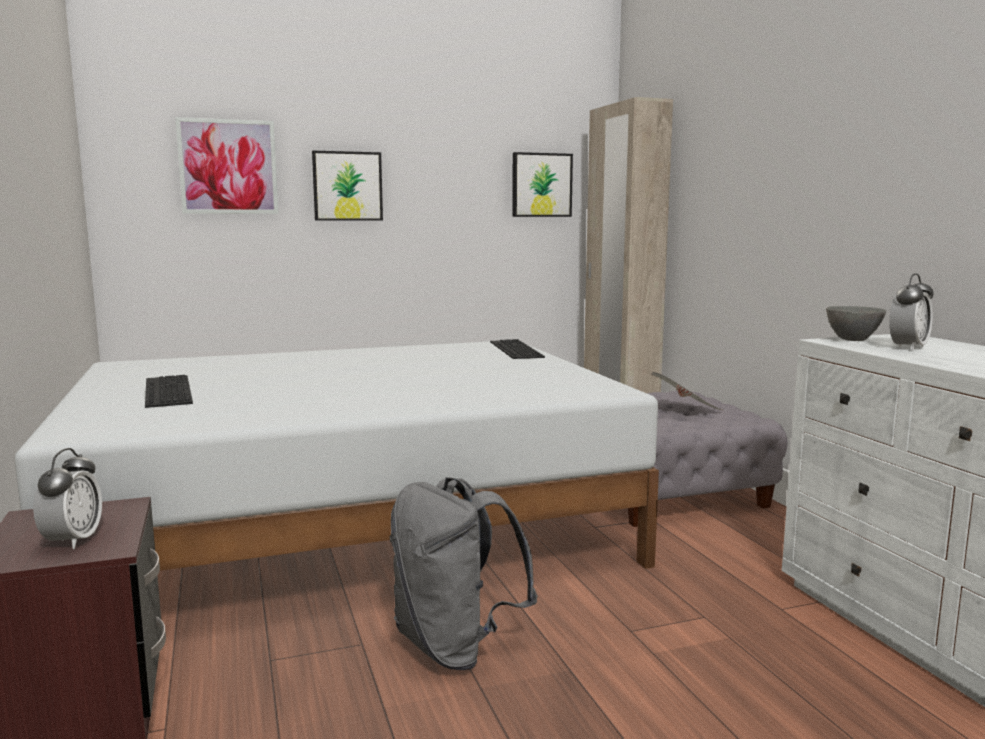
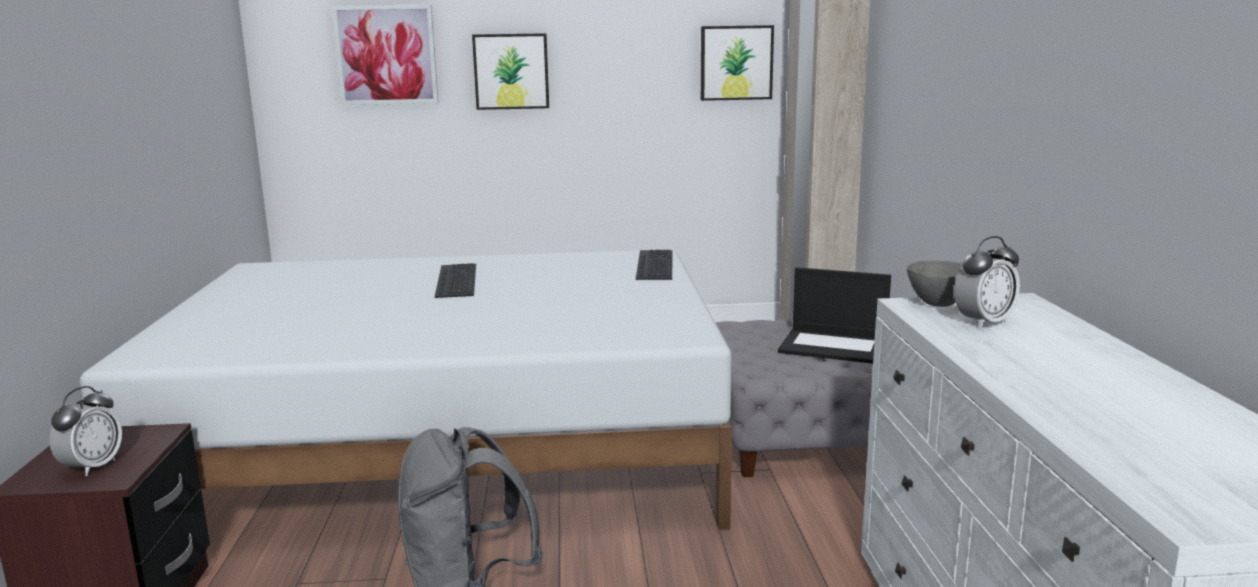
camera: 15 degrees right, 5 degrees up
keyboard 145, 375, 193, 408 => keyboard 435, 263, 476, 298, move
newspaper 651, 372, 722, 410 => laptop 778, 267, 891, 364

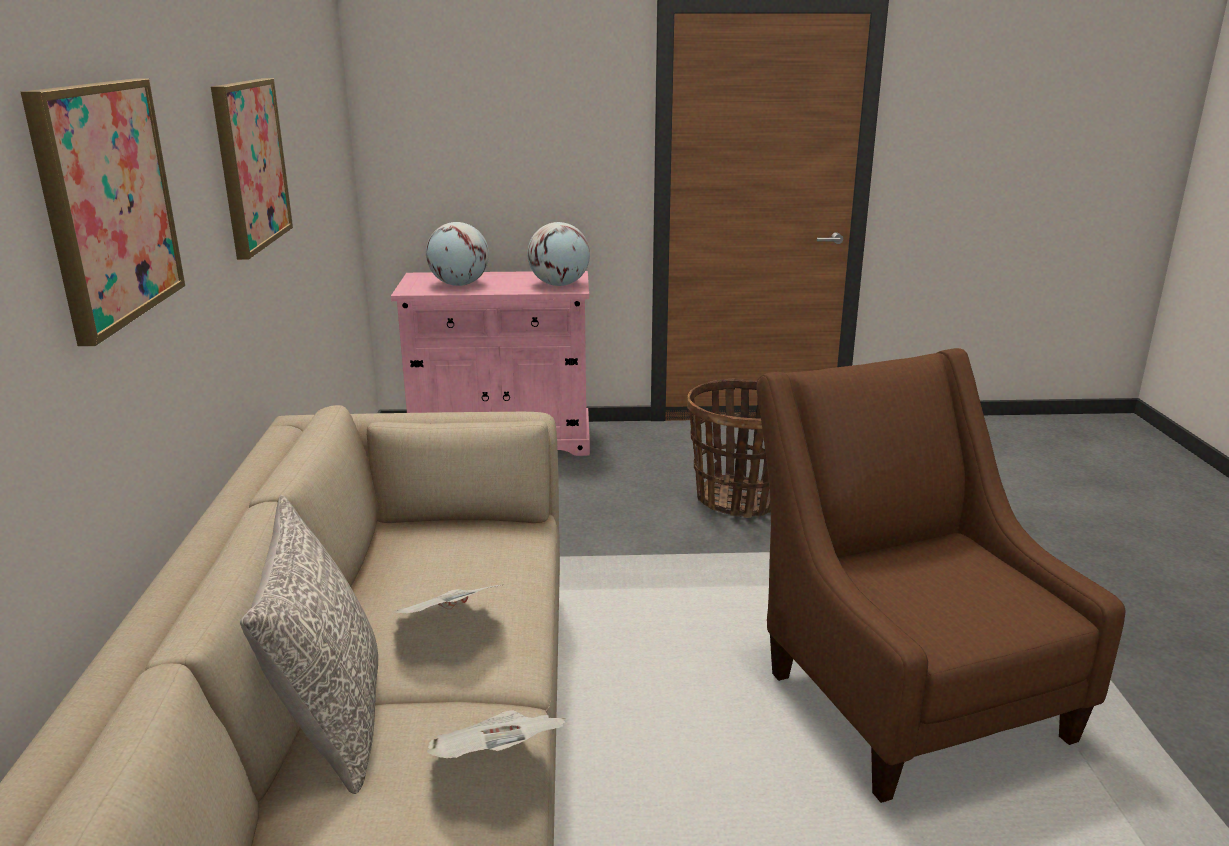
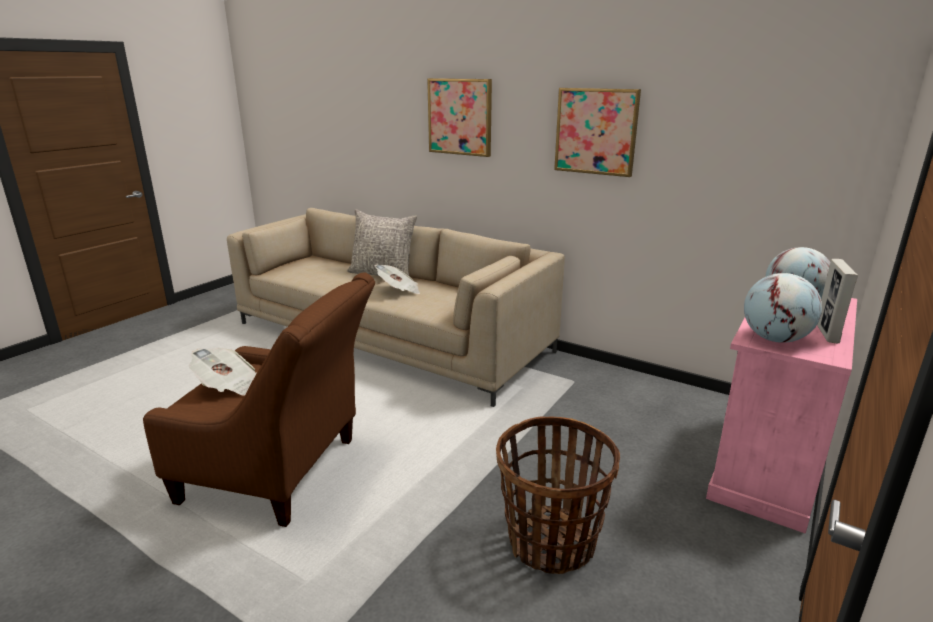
camera: 125 degrees right, 0 degrees up
nothing => picture frame 817, 259, 858, 343
newspaper 427, 710, 566, 758 => newspaper 188, 348, 257, 396, move

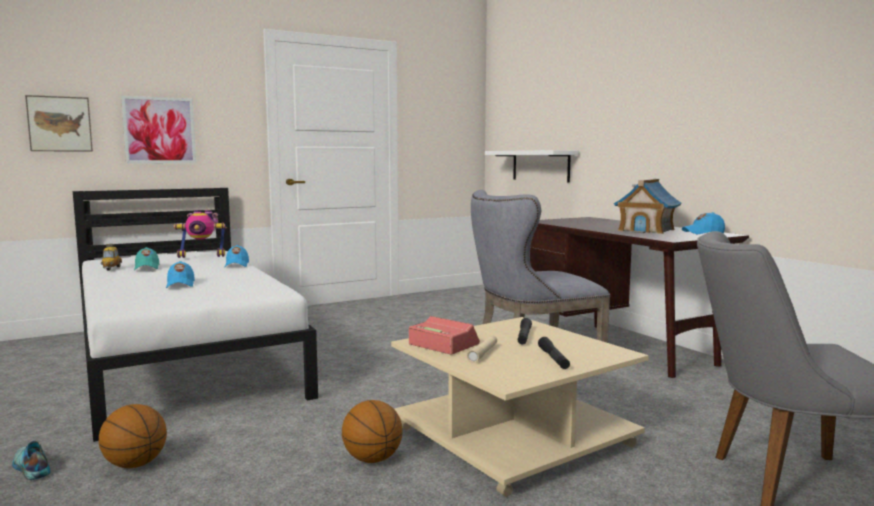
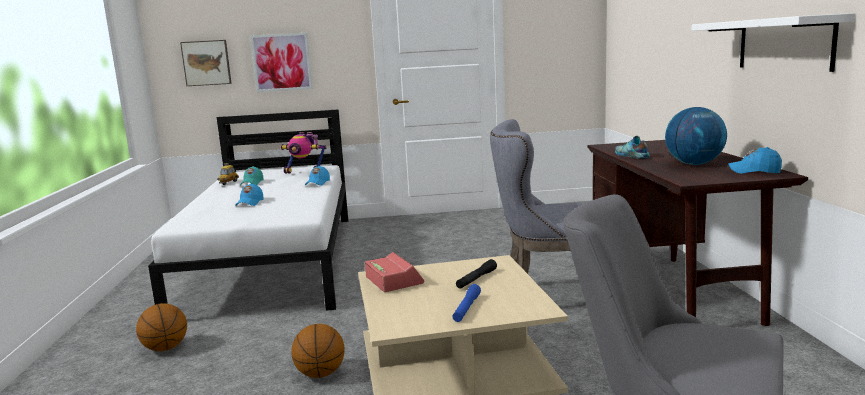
camera: 25 degrees right, 5 degrees up
beige flashlight 467, 336, 497, 363 => nothing
shoe 12, 441, 51, 480 => shoe 615, 136, 650, 159, move
white shelf 485, 150, 579, 182 => white shelf 691, 13, 855, 72, move
toy house 614, 179, 682, 234 => globe 665, 107, 727, 165
black flashlight 538, 337, 570, 369 => blue flashlight 452, 284, 481, 322

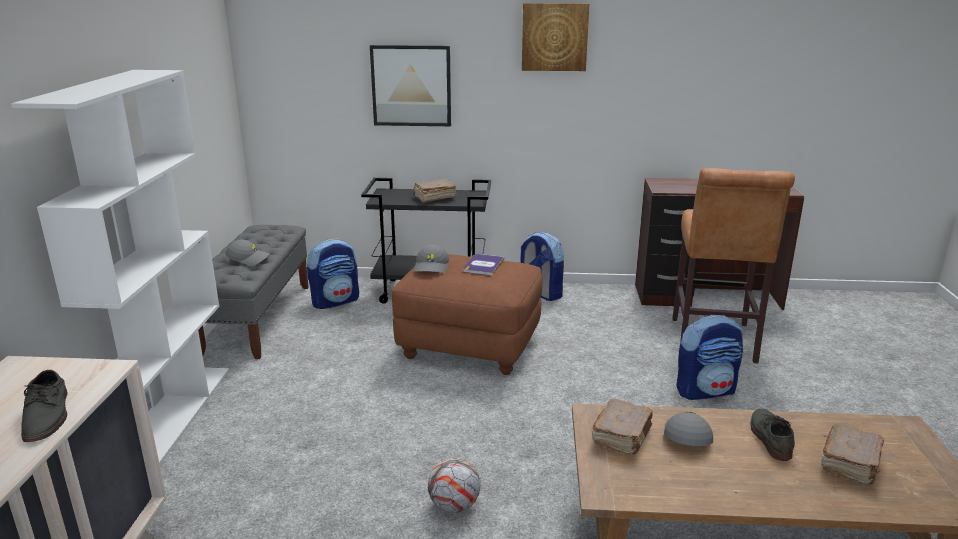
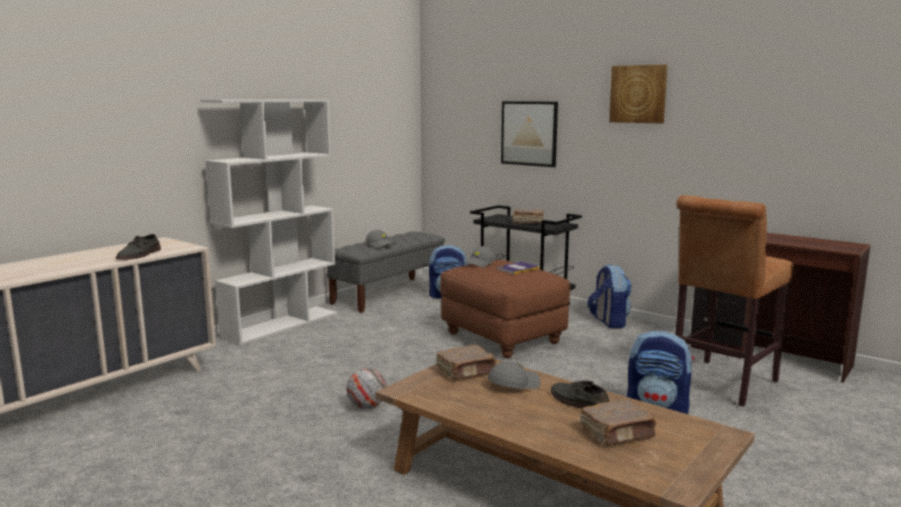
camera: 35 degrees right, 10 degrees down
grey shoe 750, 409, 795, 461 => grey shoe 551, 380, 610, 409, 75 degrees counterclockwise

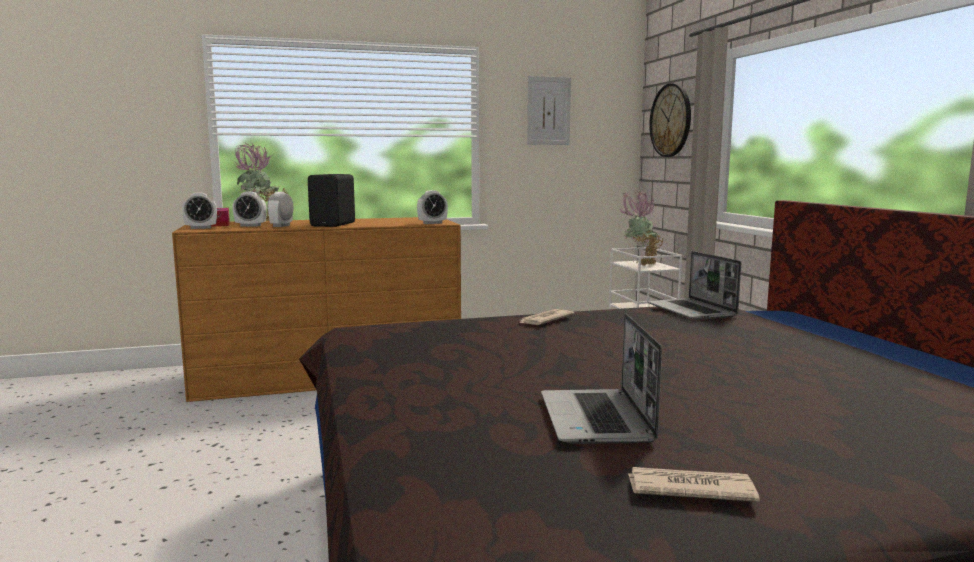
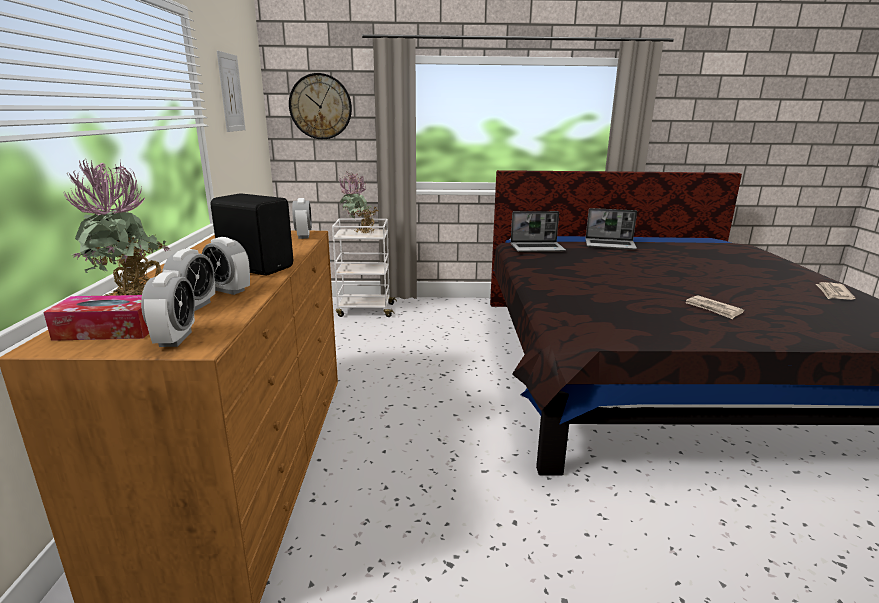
camera: 75 degrees left, 10 degrees up
newspaper 517, 309, 574, 325 => newspaper 686, 295, 744, 319, move
laptop 541, 313, 662, 444 => laptop 585, 208, 637, 250, move

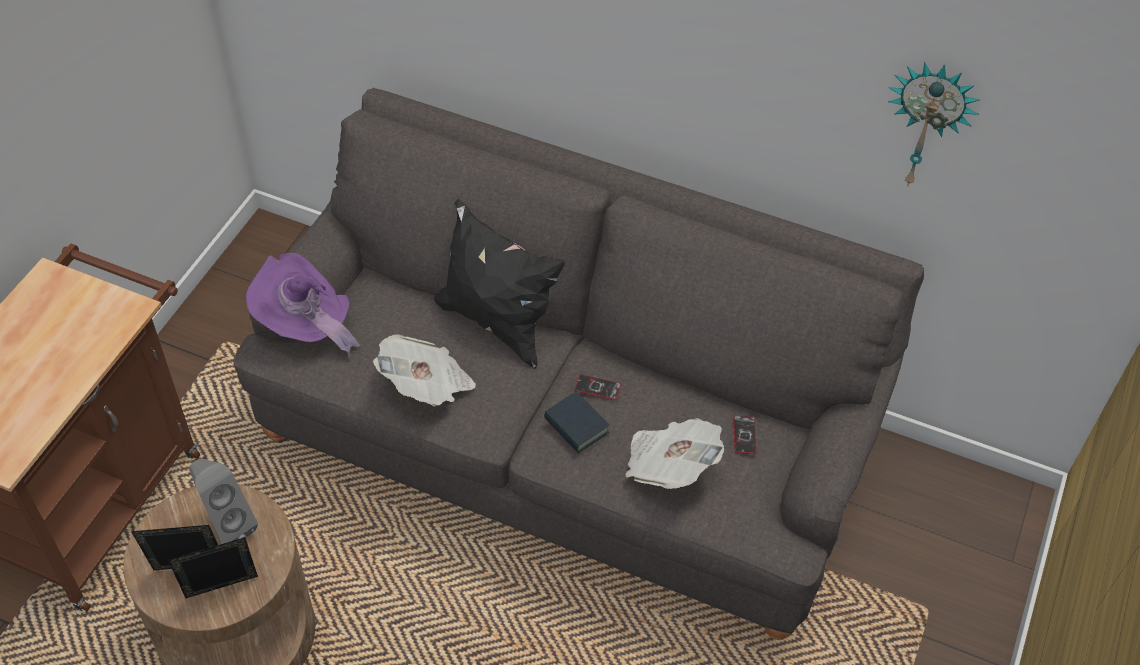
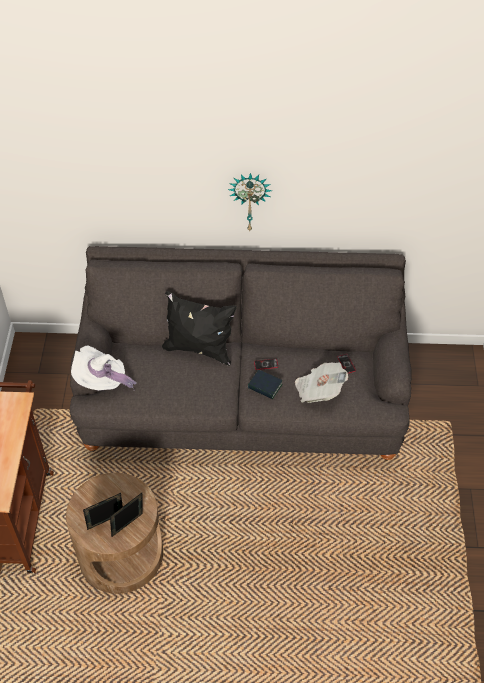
camera: 20 degrees left, 0 degrees up
grey speaker 189, 459, 258, 544 => nothing
newspaper 373, 334, 476, 406 => nothing
wall clock 888, 62, 980, 187 => wall clock 228, 173, 272, 232, move
purple hat 246, 253, 360, 358 => white hat 71, 346, 136, 391

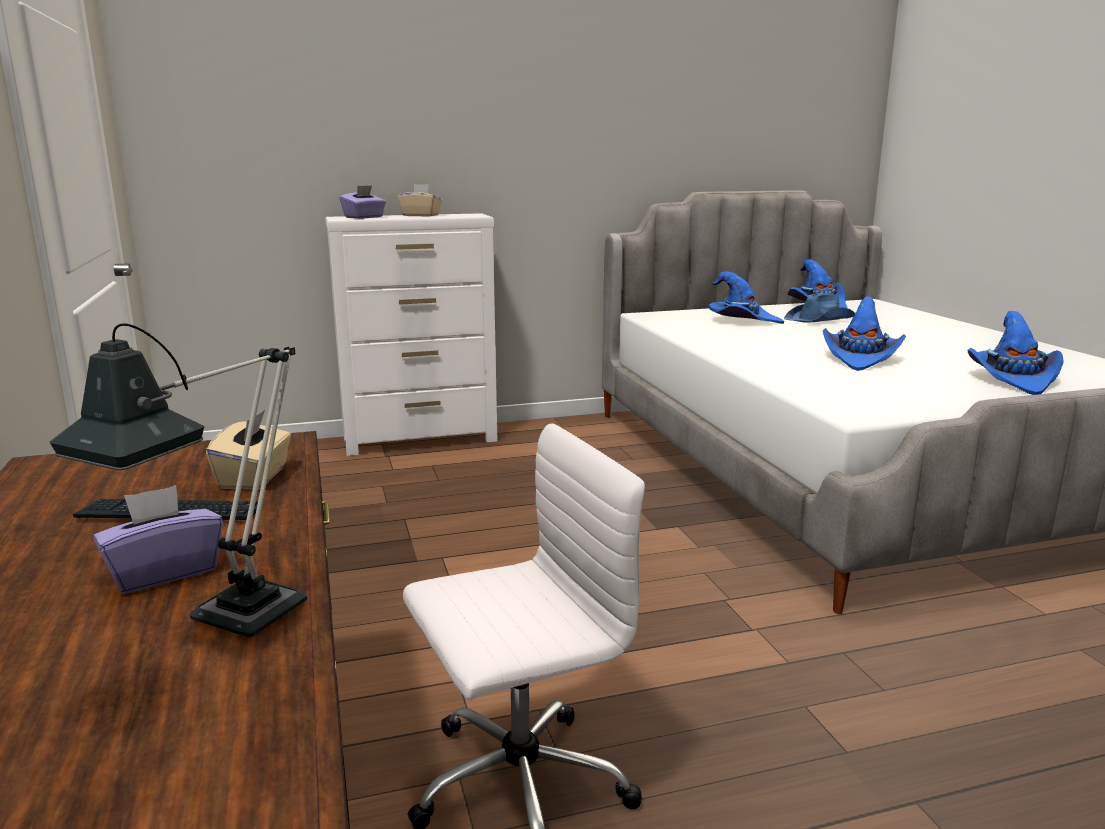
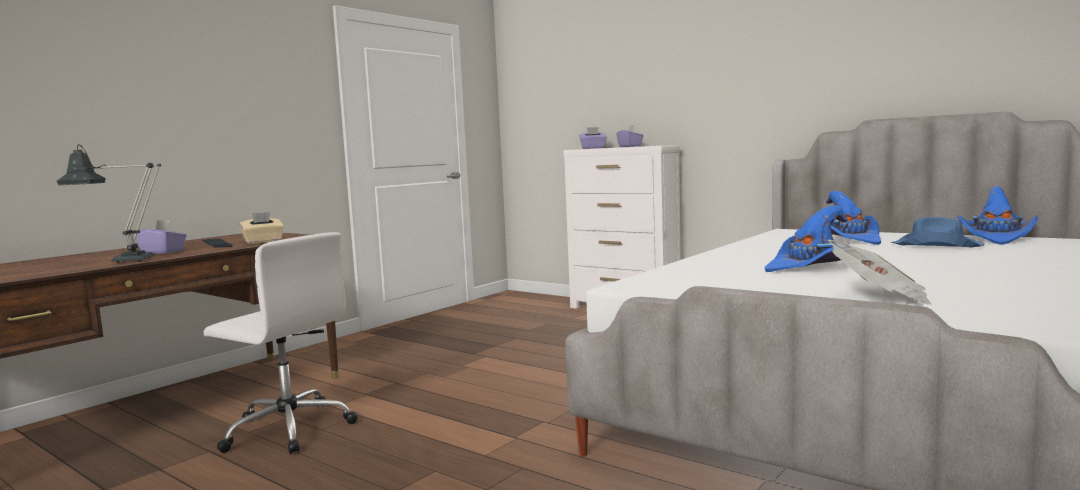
camera: 55 degrees right, 10 degrees down
blue hat 967, 311, 1064, 395 => newspaper 828, 240, 931, 305
beige tissue box 398, 184, 442, 217 => purple tissue box 616, 125, 643, 147

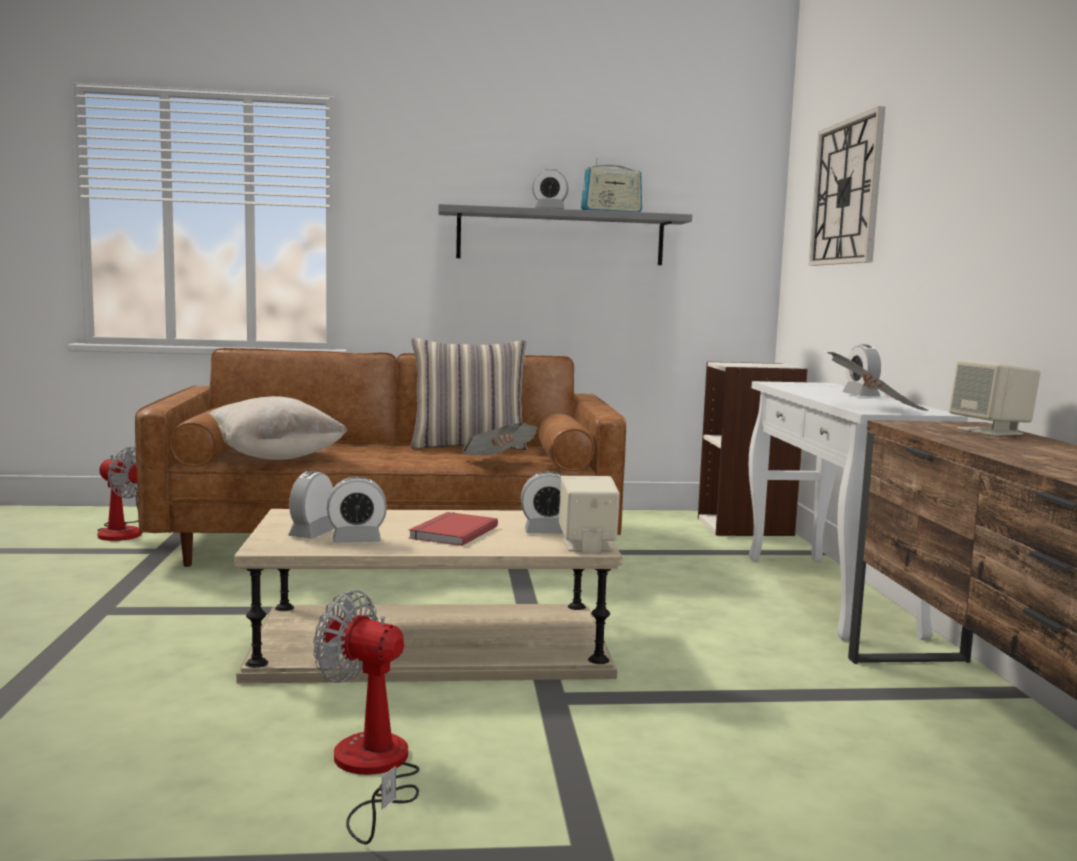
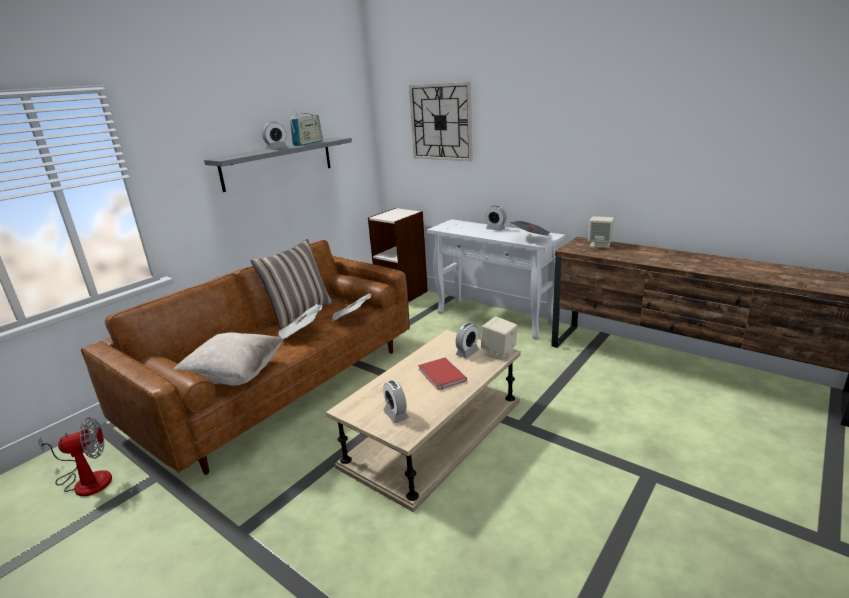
camera: 45 degrees left, 15 degrees up
fan 313, 590, 419, 844 => nothing
alarm clock 327, 476, 387, 543 => nothing
nothing => newspaper 278, 304, 322, 339

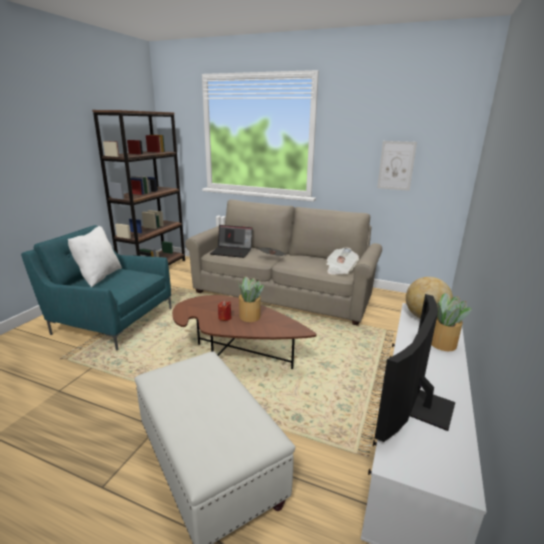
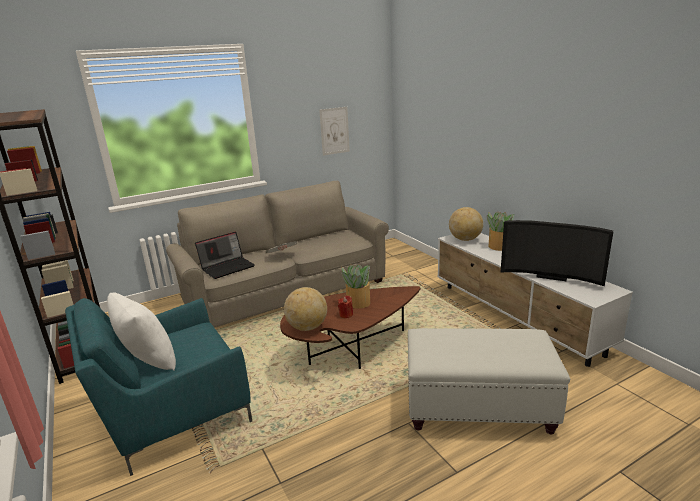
camera: 50 degrees left, 0 degrees up
newspaper 326, 247, 359, 275 => nothing
nothing => globe 284, 287, 327, 331
television 375, 294, 455, 442 => television 501, 220, 613, 286, 45 degrees counterclockwise

